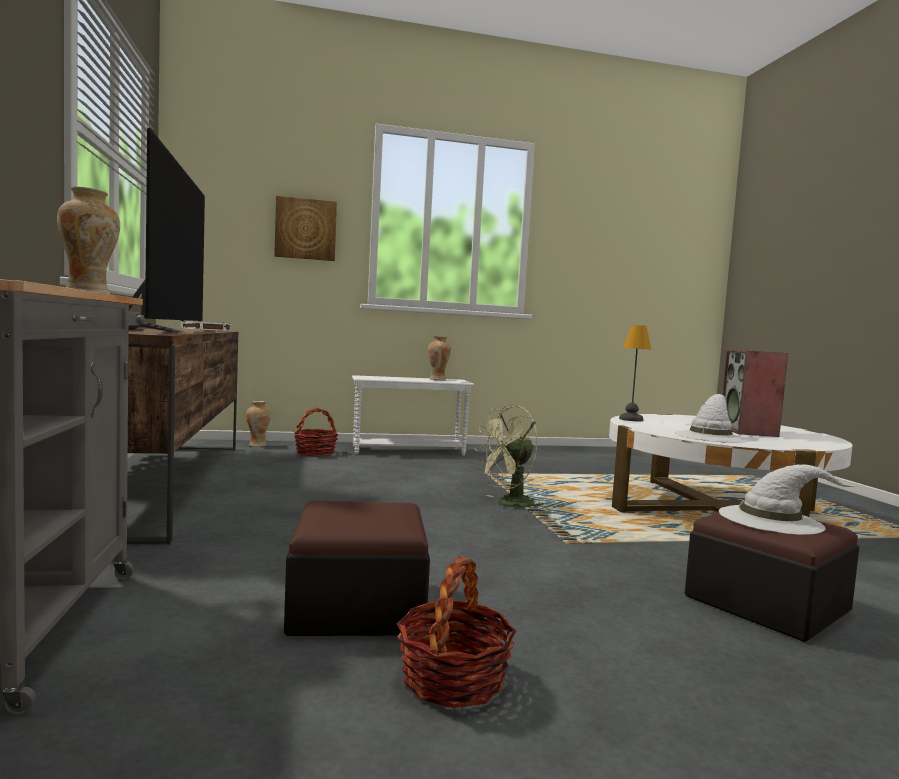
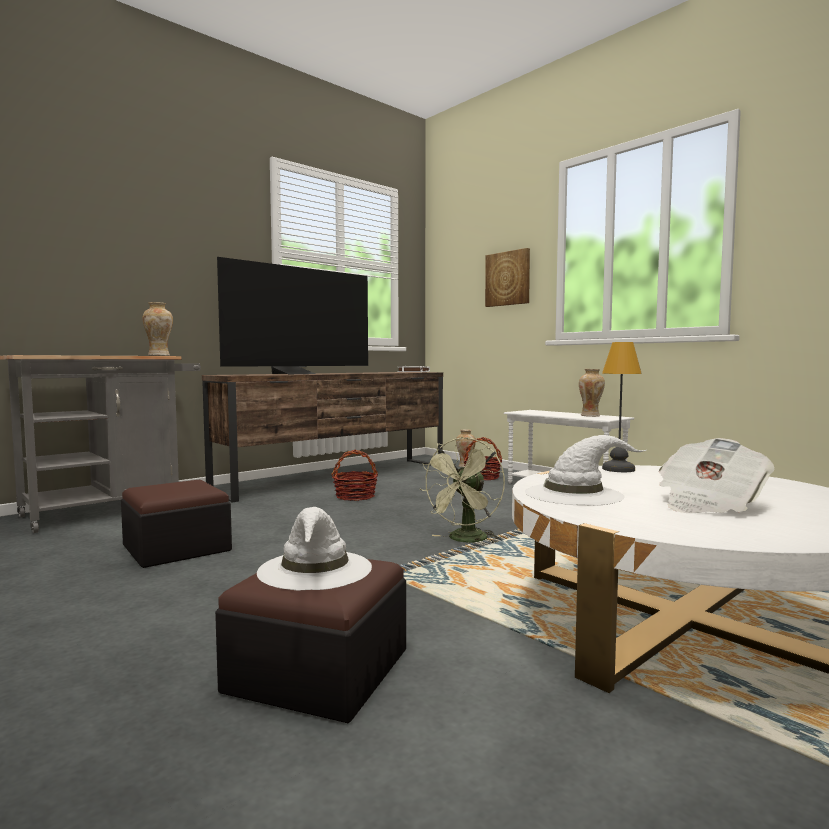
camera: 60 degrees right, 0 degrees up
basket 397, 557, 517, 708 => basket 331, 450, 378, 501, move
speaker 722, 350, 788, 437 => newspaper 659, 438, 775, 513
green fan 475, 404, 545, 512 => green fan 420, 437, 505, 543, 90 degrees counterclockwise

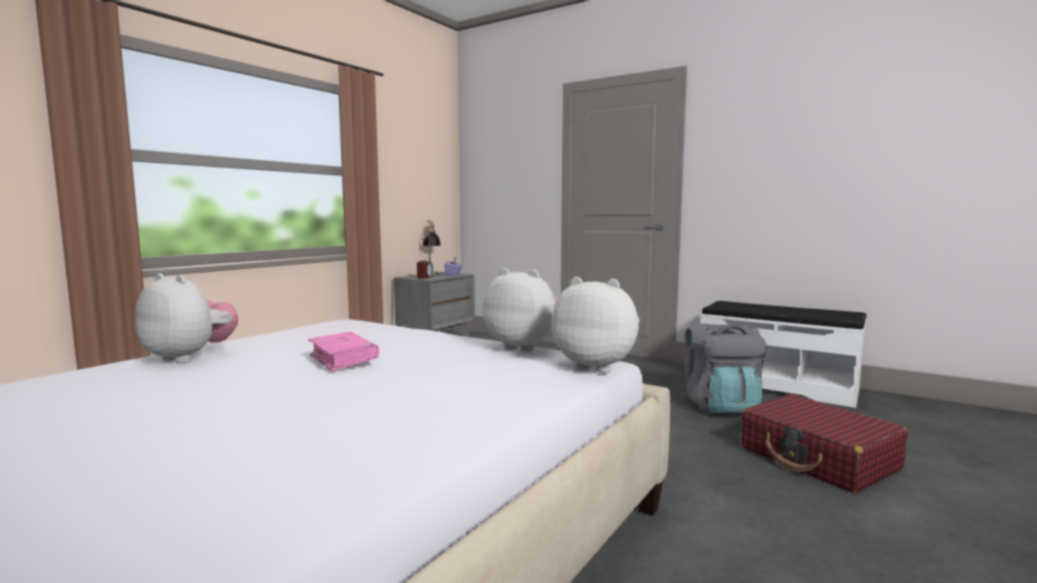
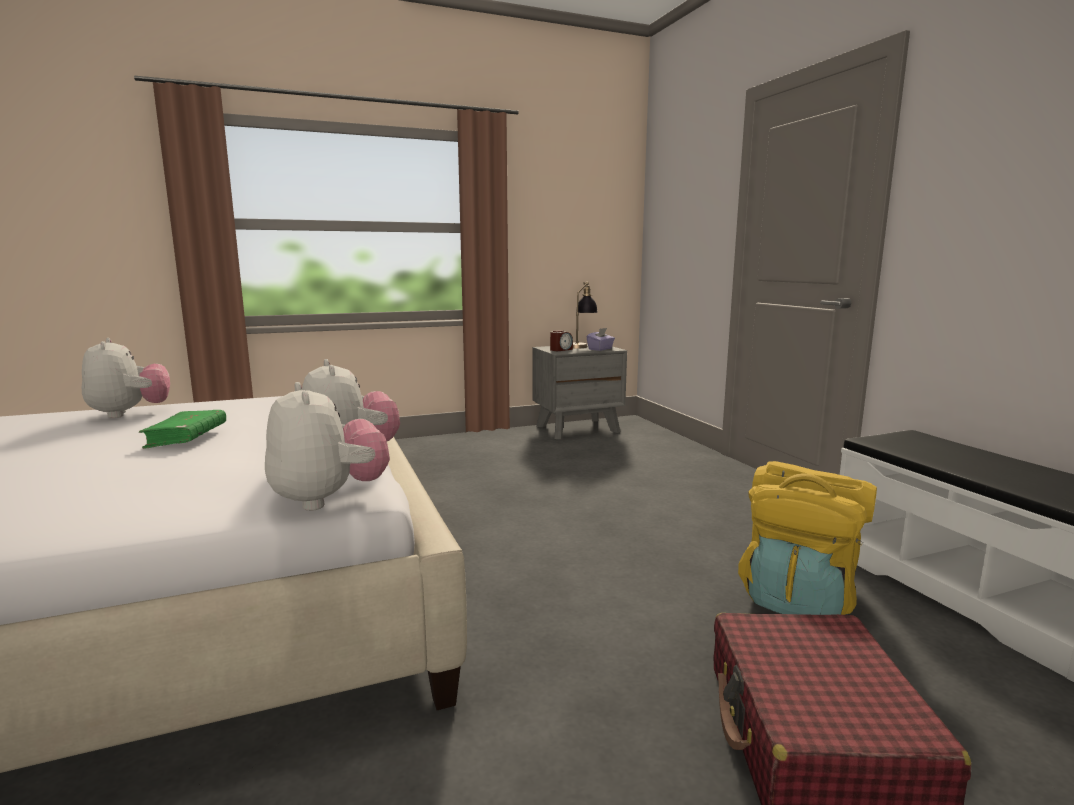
camera: 35 degrees right, 5 degrees up
pink book 308, 332, 379, 372 => green book 139, 410, 226, 449
grey backpack 685, 323, 767, 413 => yellow backpack 738, 461, 877, 615

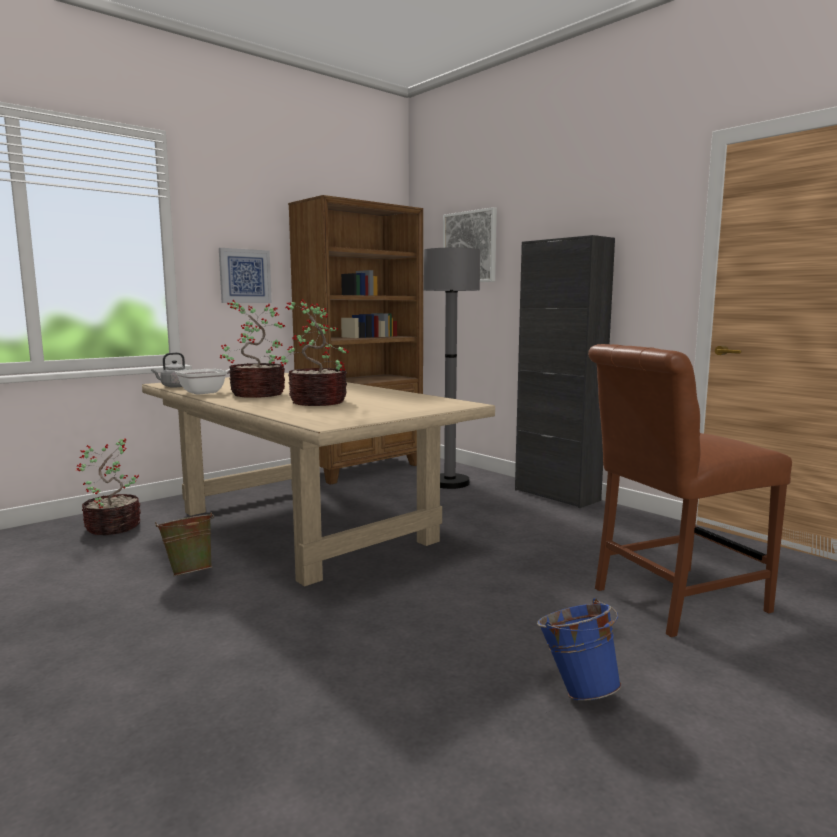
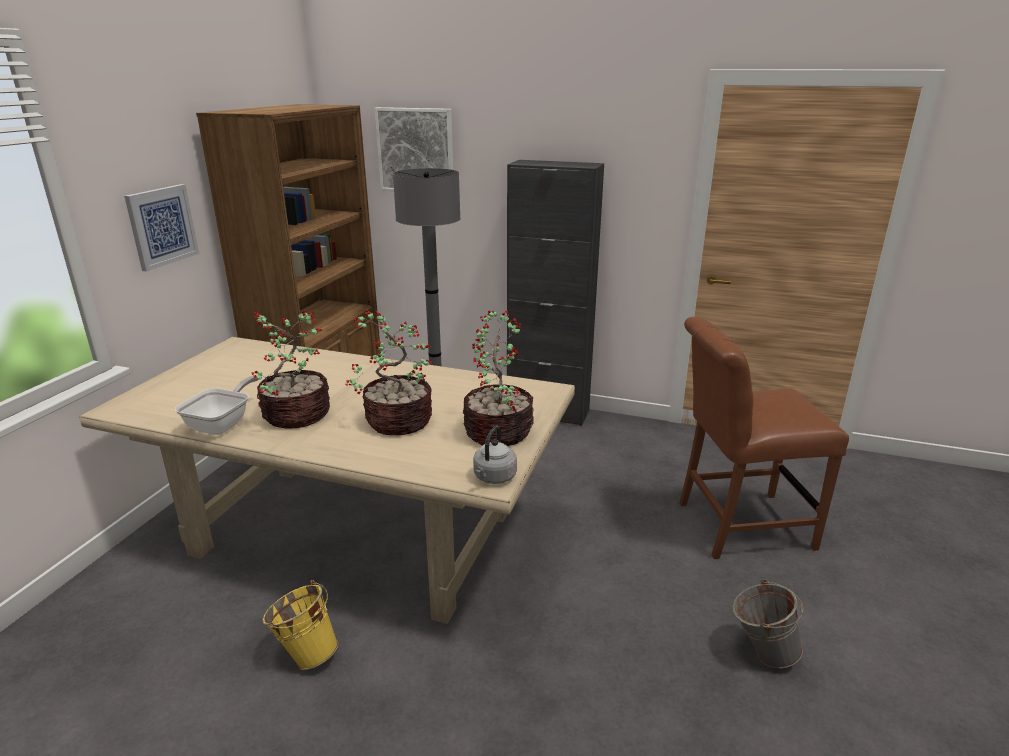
camera: 30 degrees left, 15 degrees up
potted plant 76, 438, 141, 535 => potted plant 463, 310, 534, 446, move
grey kettle 151, 352, 187, 388 => grey kettle 473, 425, 517, 484, move
green bucket 155, 512, 214, 576 => yellow bucket 262, 580, 338, 670
blue bucket 537, 598, 622, 701 => grey bucket 732, 579, 804, 669
brown chair 588, 344, 792, 637 => brown chair 679, 317, 849, 559, 45 degrees clockwise

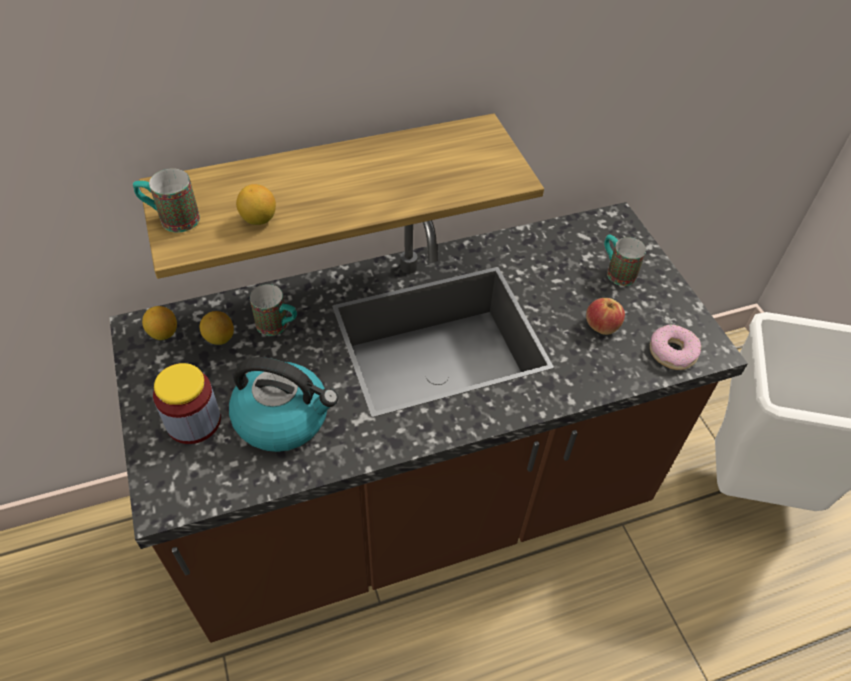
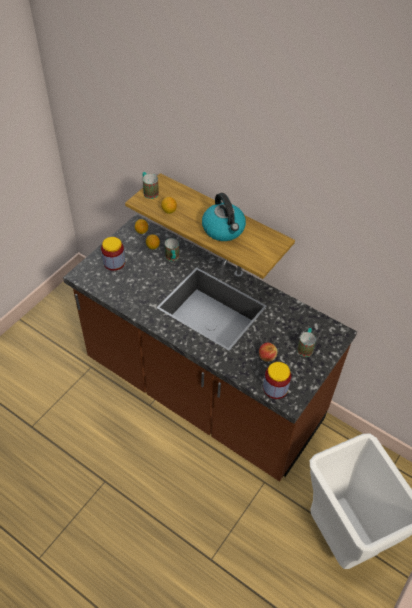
camera: 55 degrees right, 0 degrees up
kettle 229, 357, 338, 452 => kettle 202, 193, 246, 241, move
donut 650, 324, 701, 370 => jar 263, 362, 291, 399

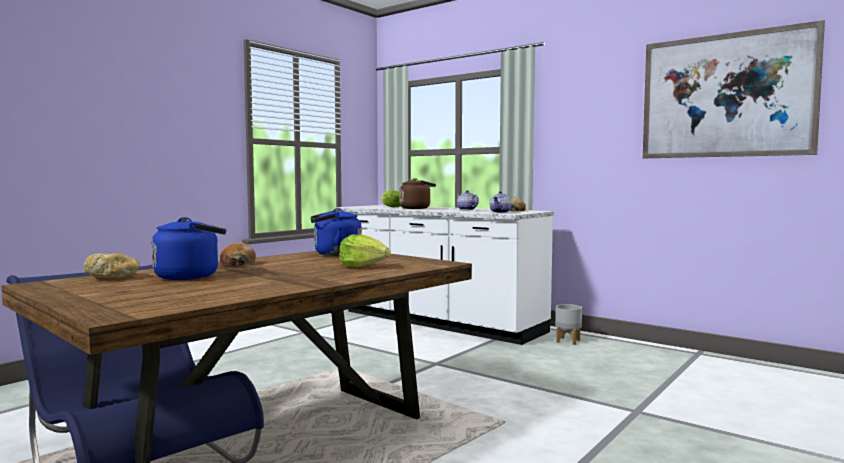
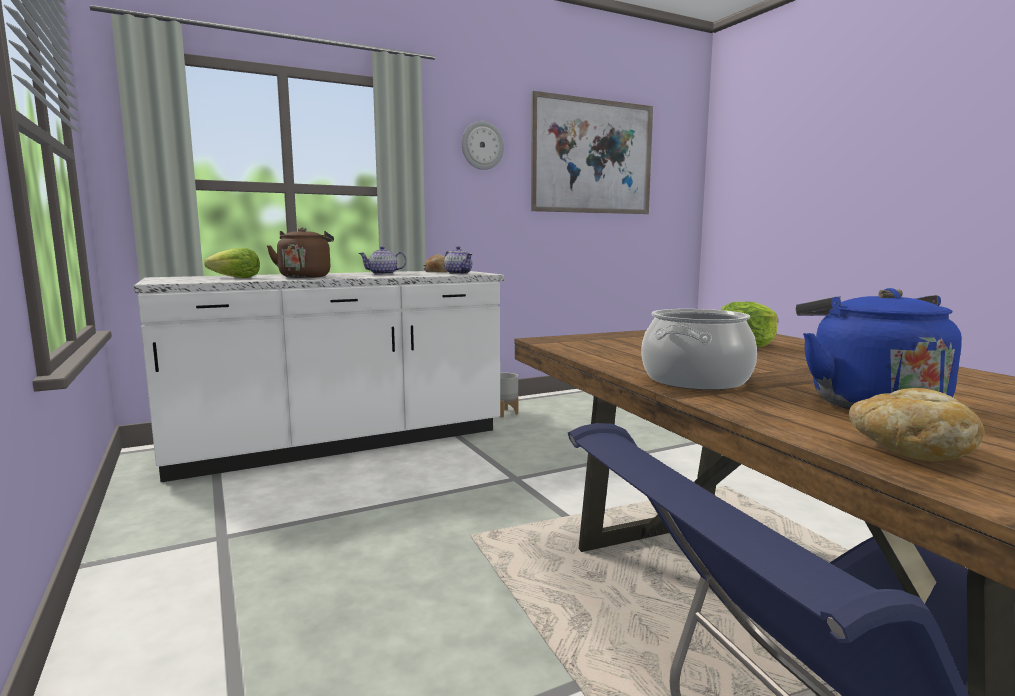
camera: 65 degrees left, 5 degrees up
blue kettle 311, 208, 362, 256 => nothing
nothing => wall clock 462, 121, 504, 170
bread 220, 242, 256, 266 => cooking pot 641, 309, 757, 390

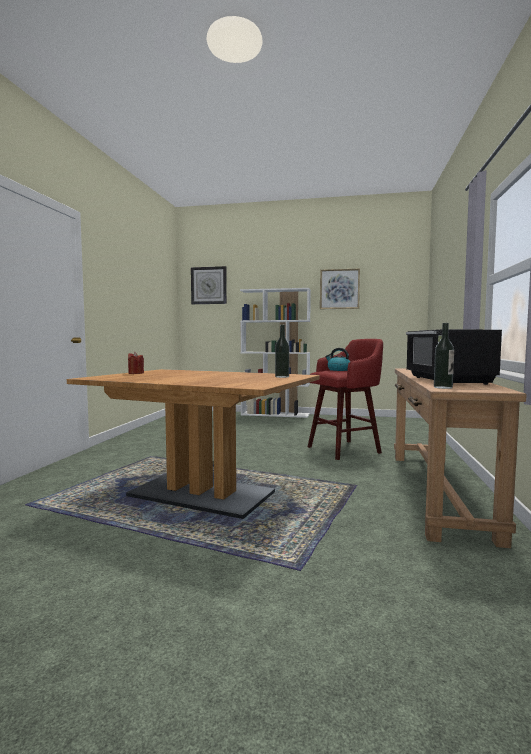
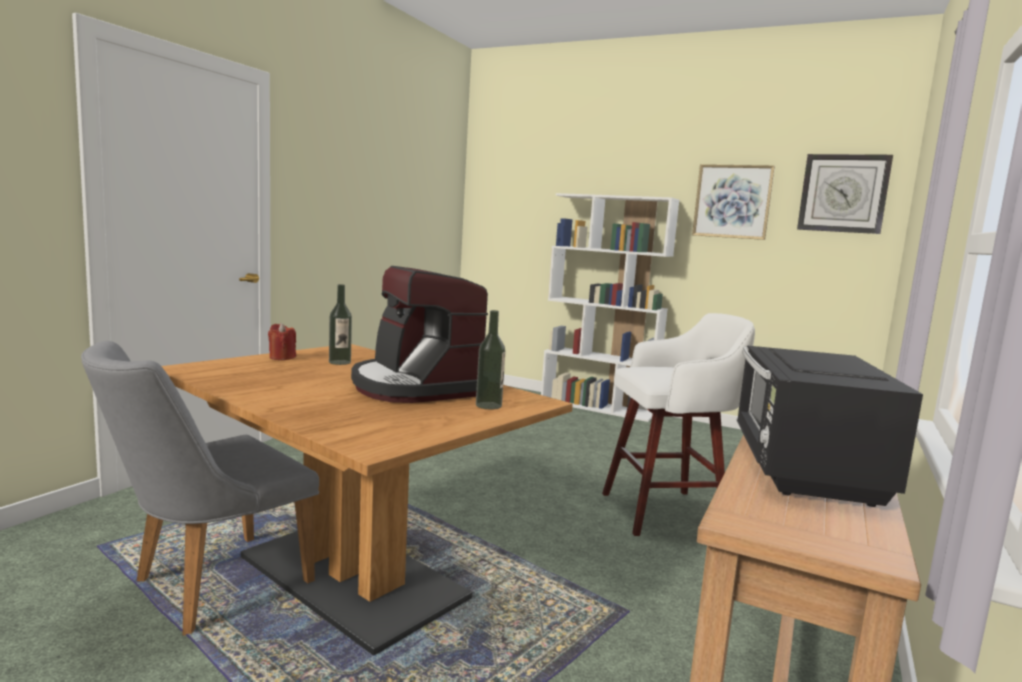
camera: 15 degrees right, 5 degrees up
kettle 325, 348, 350, 371 => nothing
nothing => grey chair 81, 341, 319, 636
nothing => coffee machine 351, 266, 488, 403
wall clock 191, 266, 227, 304 => wall clock 797, 154, 893, 234, move
bottle 434, 323, 454, 389 => bottle 329, 284, 352, 365, move
red stool 308, 339, 383, 460 => white stool 602, 313, 755, 536

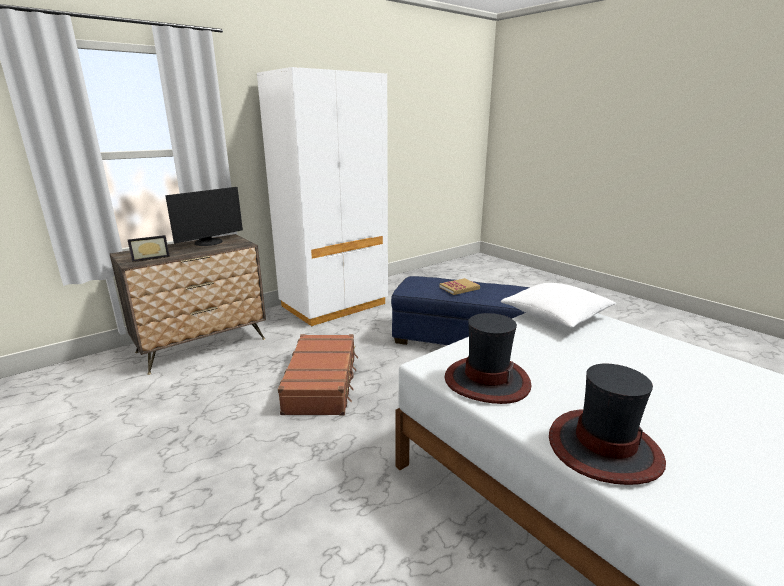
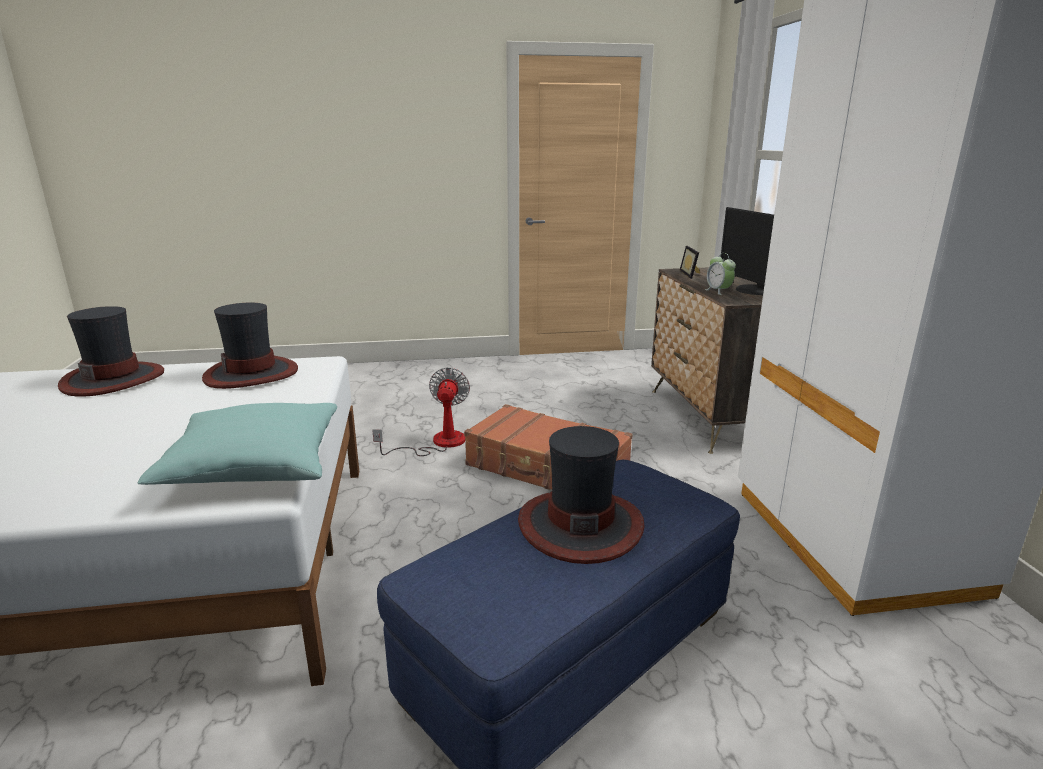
camera: 120 degrees right, 0 degrees up
nothing => fan 372, 367, 470, 456
nothing => alarm clock 705, 253, 736, 295
book 439, 278, 480, 295 => hat 518, 426, 645, 564
white pillow 501, 283, 616, 328 => turquoise pillow 138, 403, 337, 485

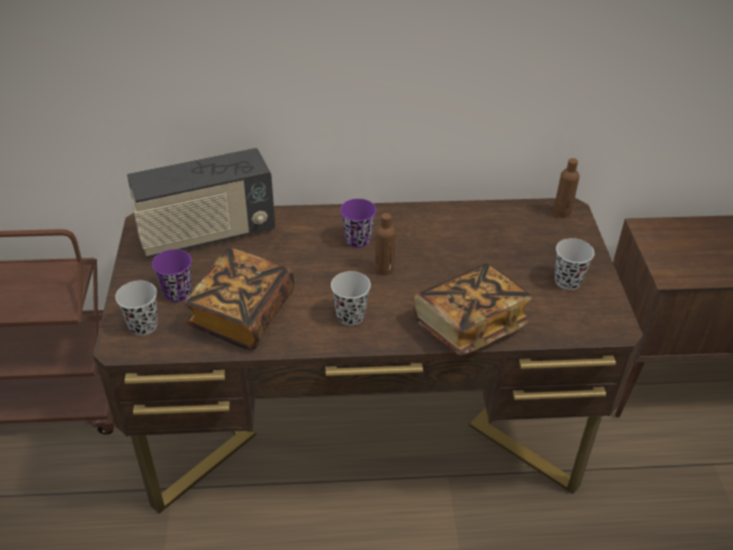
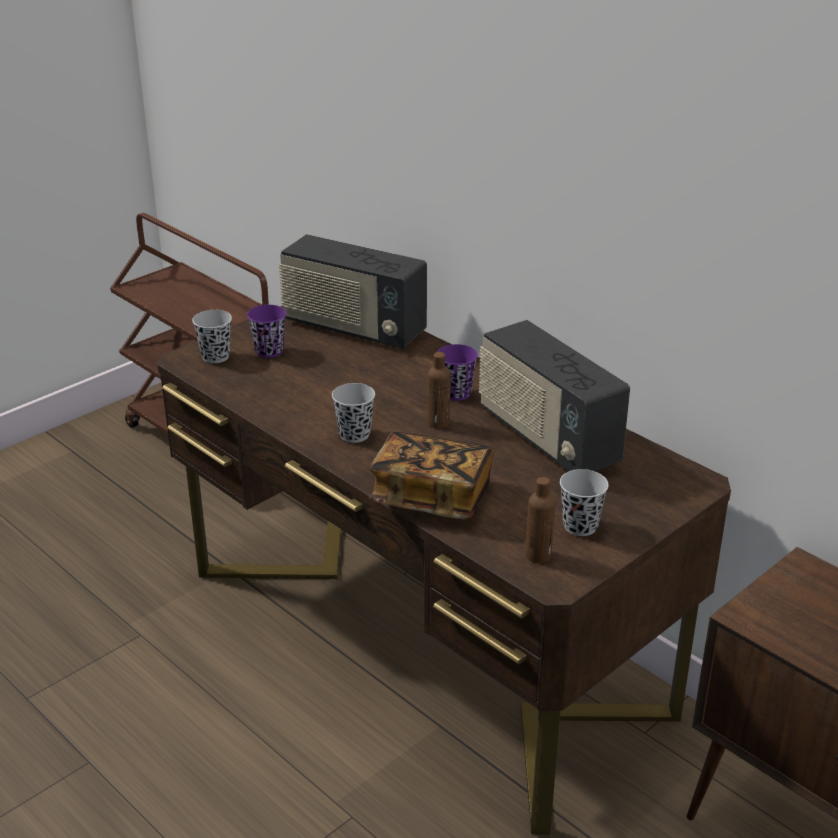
camera: 50 degrees right, 10 degrees down
book 184, 248, 294, 350 => nothing
nothing => radio 479, 320, 630, 472
brown bottle 553, 158, 579, 218 => brown bottle 525, 477, 555, 563, move

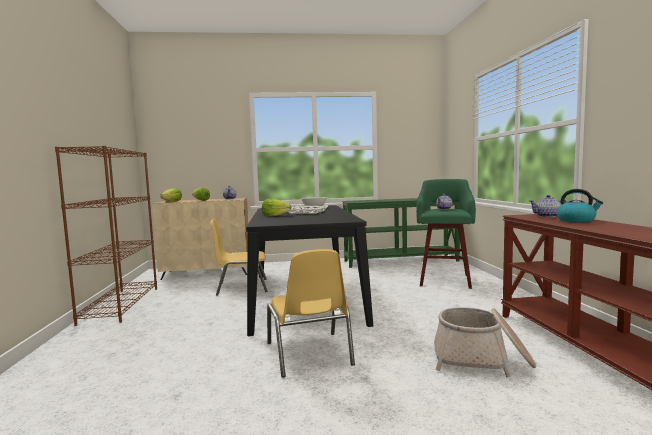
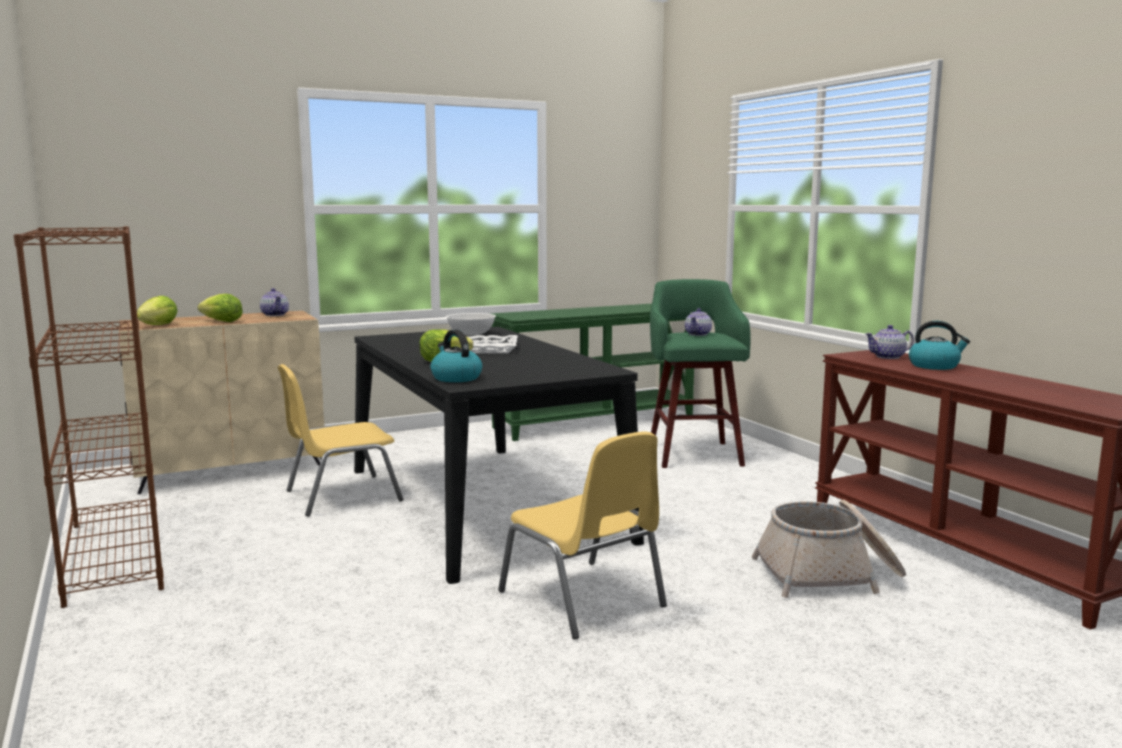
camera: 20 degrees left, 5 degrees up
nothing => kettle 430, 330, 482, 382

